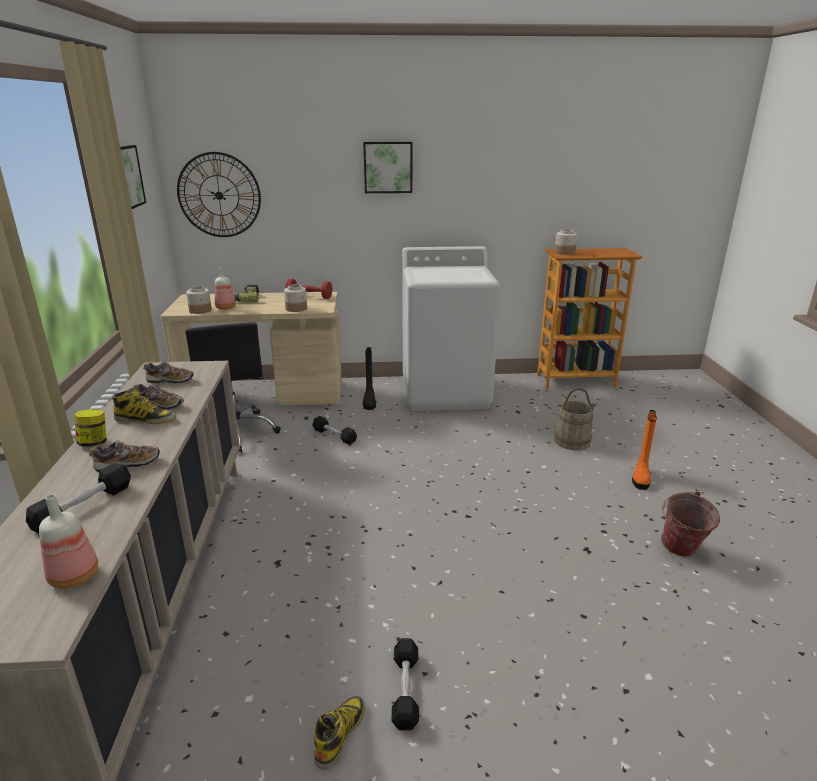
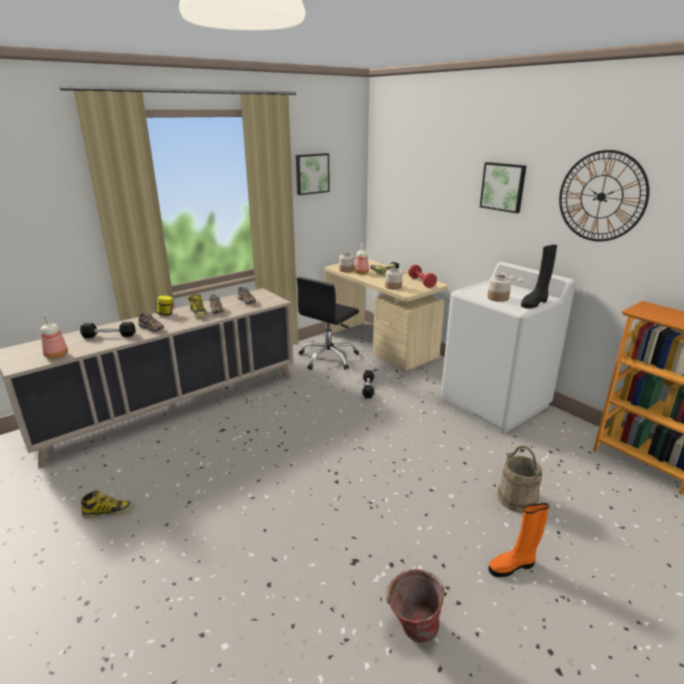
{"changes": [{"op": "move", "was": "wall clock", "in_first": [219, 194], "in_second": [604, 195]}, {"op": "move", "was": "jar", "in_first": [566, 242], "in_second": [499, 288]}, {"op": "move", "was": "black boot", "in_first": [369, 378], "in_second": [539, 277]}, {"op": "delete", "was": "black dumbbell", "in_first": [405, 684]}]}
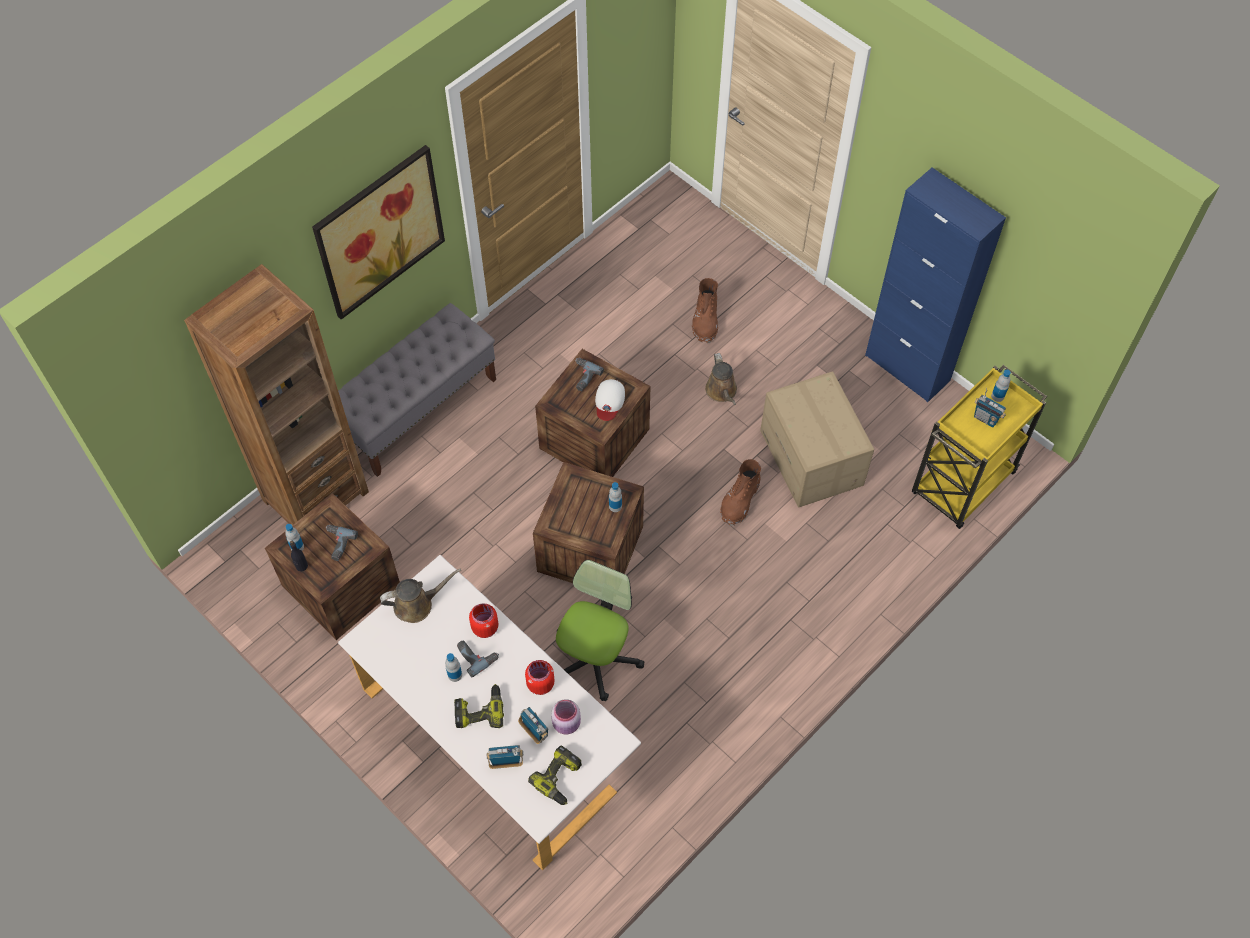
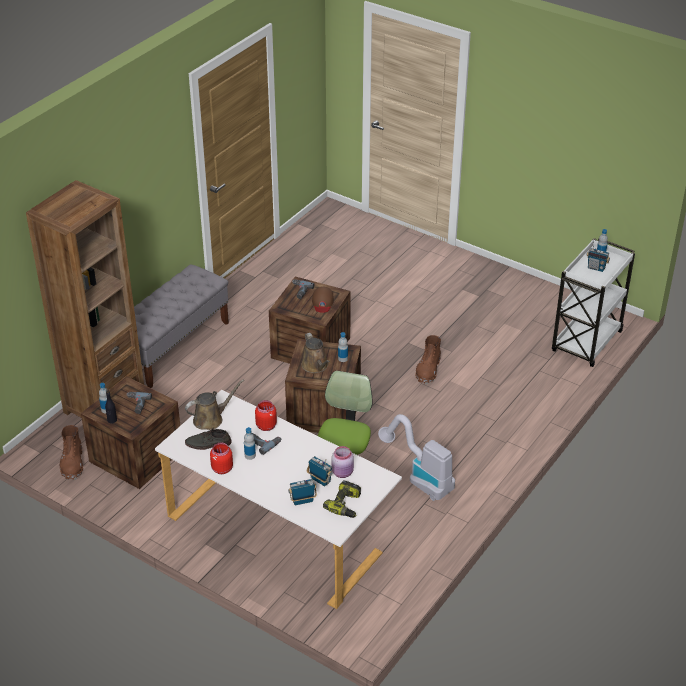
{"changes": [{"op": "delete", "was": "picture", "in_first": [378, 232]}, {"op": "delete", "was": "blue cabinet", "in_first": [935, 284]}, {"op": "move", "was": "brown boot", "in_first": [705, 310], "in_second": [71, 452]}, {"op": "move", "was": "brown watering can", "in_first": [721, 379], "in_second": [316, 353]}, {"op": "recolor", "was": "yellow cart", "now": "white cart", "in_first": [979, 447], "in_second": [593, 302]}, {"op": "delete", "was": "cardboard box", "in_first": [817, 439]}, {"op": "recolor", "was": "white cap", "now": "brown cap", "in_first": [610, 400], "in_second": [323, 300]}, {"op": "move", "was": "red jar", "in_first": [540, 677], "in_second": [221, 458]}, {"op": "delete", "was": "power drill", "in_first": [479, 706]}, {"op": "insert", "now": "vacuum cleaner", "in_second": [416, 457]}, {"op": "insert", "now": "grey shoe", "in_second": [208, 439]}]}
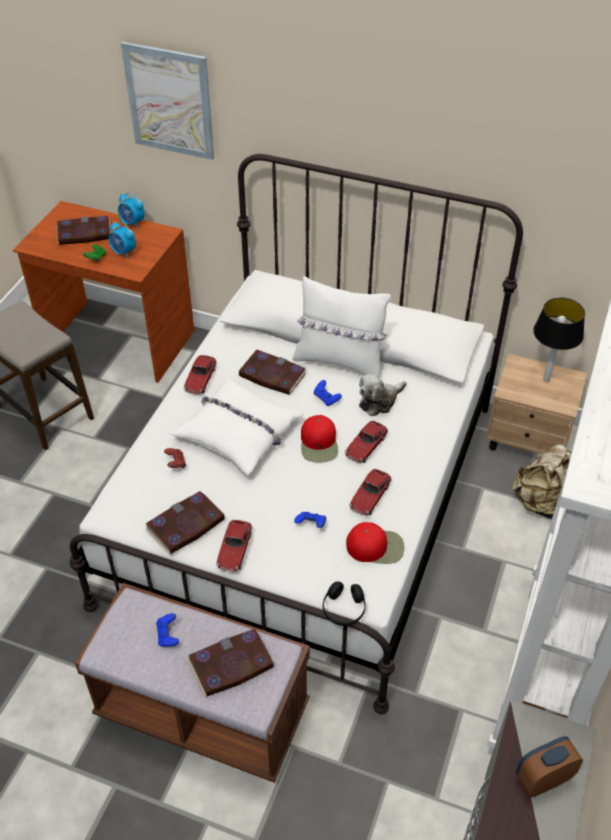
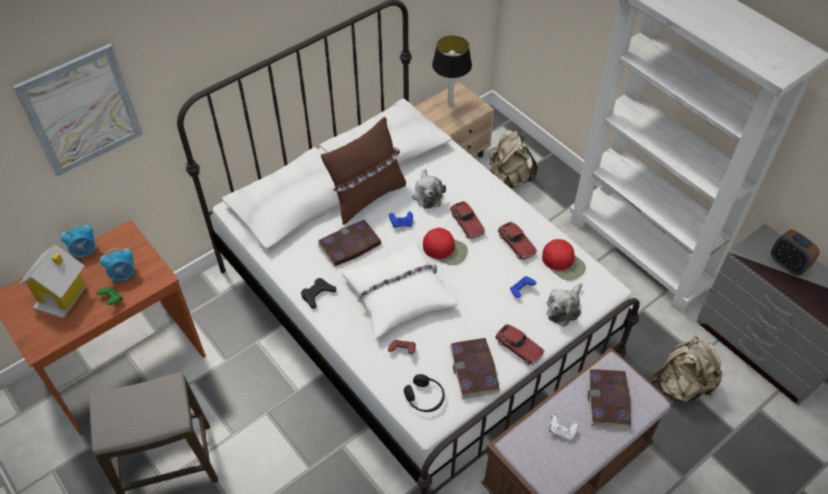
{"changes": [{"op": "replace", "was": "book", "now": "toy house", "in_first": [83, 230], "in_second": [52, 281]}, {"op": "recolor", "was": "white pillow", "now": "brown pillow", "in_first": [341, 326], "in_second": [363, 171]}, {"op": "replace", "was": "toy car", "now": "black game controller", "in_first": [200, 375], "in_second": [319, 293]}, {"op": "rotate", "was": "red cap", "in_first": [375, 543], "in_second": [564, 260], "clockwise": 105}, {"op": "move", "was": "black headphones", "in_first": [344, 603], "in_second": [424, 393]}, {"op": "recolor", "was": "blue game controller", "now": "white game controller", "in_first": [167, 630], "in_second": [563, 427]}, {"op": "rotate", "was": "alarm clock", "in_first": [549, 766], "in_second": [795, 253], "clockwise": -45}, {"op": "insert", "now": "plush toy", "in_second": [564, 305]}, {"op": "insert", "now": "beige backpack", "in_second": [687, 369]}]}
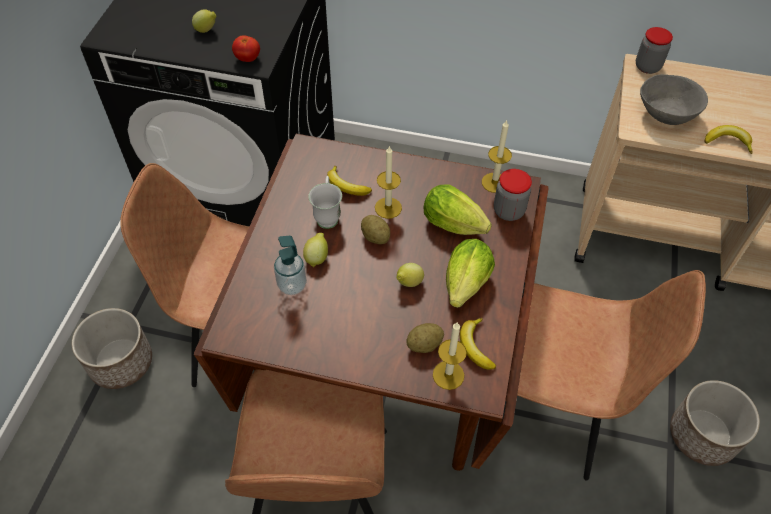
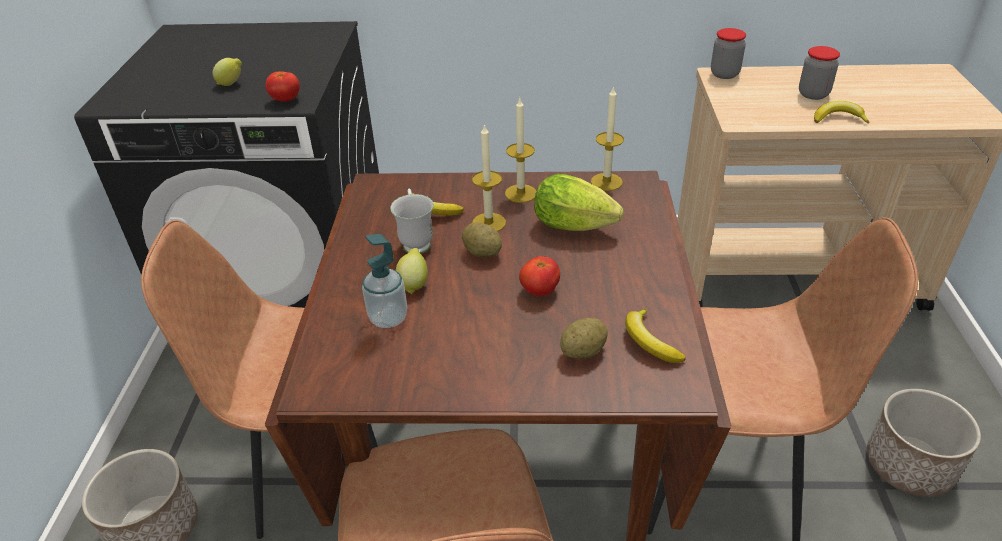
{"changes": [{"op": "delete", "was": "grey bowl", "in_first": [674, 99]}, {"op": "move", "was": "jar", "in_first": [513, 195], "in_second": [819, 73]}, {"op": "delete", "was": "lettuce", "in_first": [470, 273]}, {"op": "replace", "was": "lemon", "now": "tomato", "in_first": [410, 275], "in_second": [539, 276]}, {"op": "move", "was": "candle", "in_first": [450, 356], "in_second": [521, 150]}]}
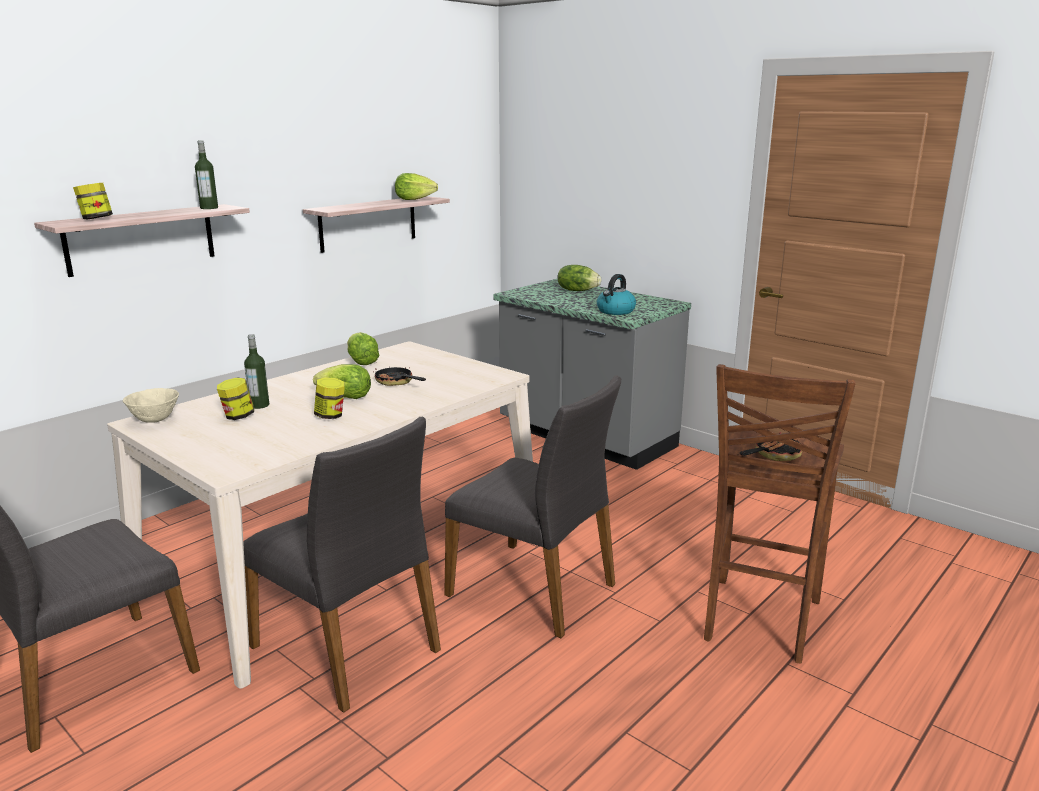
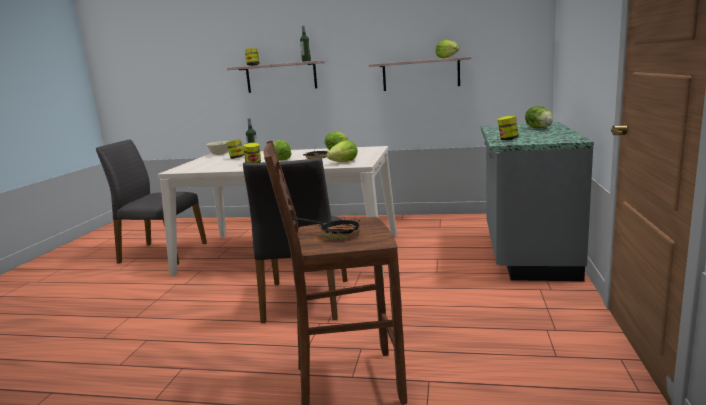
{"changes": [{"op": "replace", "was": "kettle", "now": "jar", "in_first": [616, 294], "in_second": [508, 127]}, {"op": "delete", "was": "grey chair", "in_first": [342, 565]}, {"op": "insert", "now": "lettuce", "in_second": [342, 151]}]}
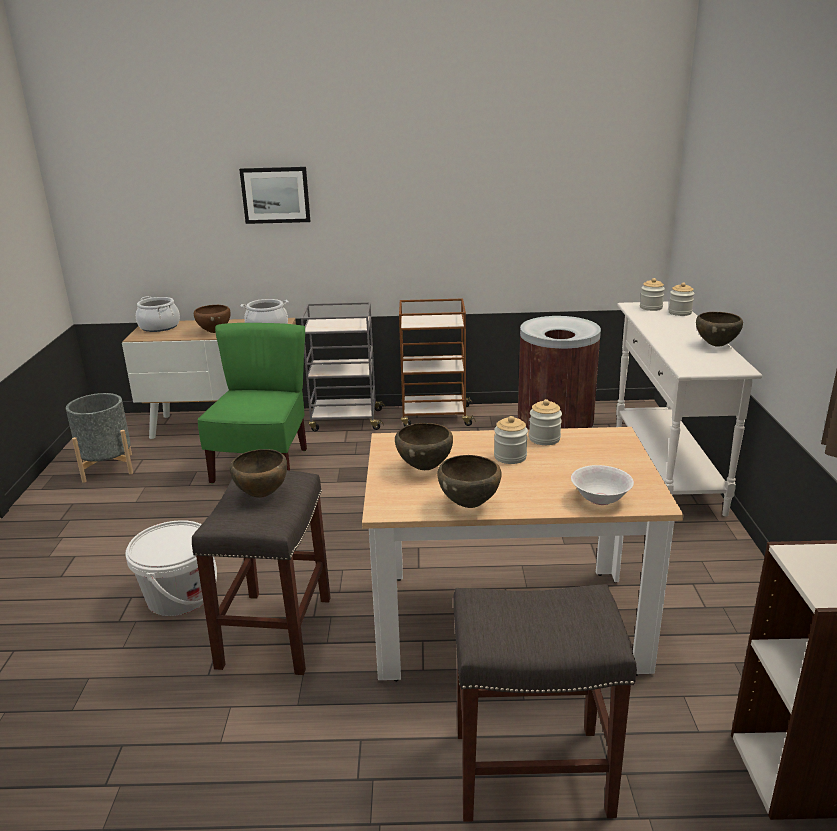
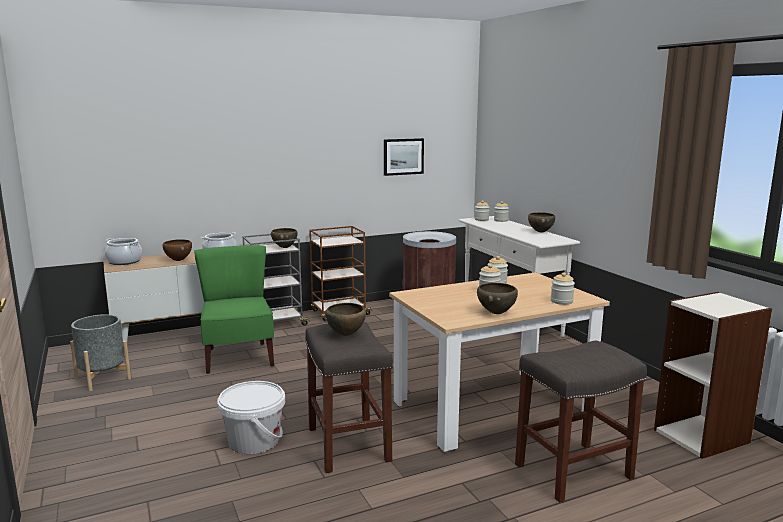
{"changes": [{"op": "move", "was": "picture", "in_first": [274, 195], "in_second": [404, 157]}, {"op": "move", "was": "brown bowl", "in_first": [424, 446], "in_second": [284, 238]}, {"op": "replace", "was": "white bowl", "now": "jar", "in_first": [602, 485], "in_second": [563, 288]}]}
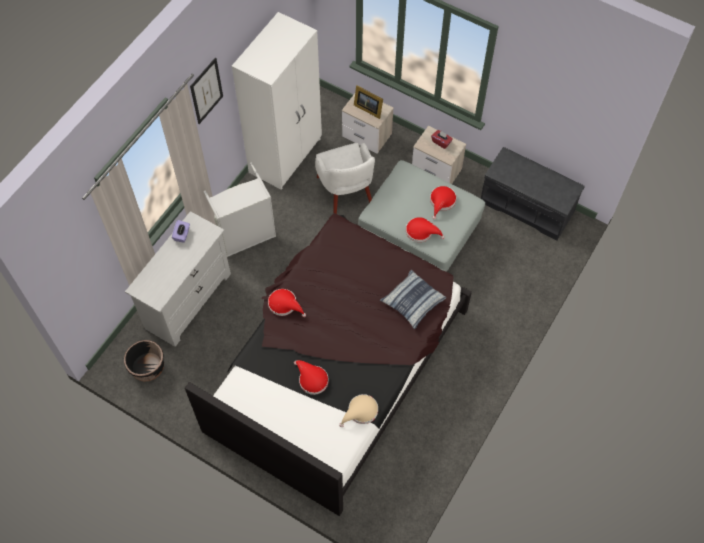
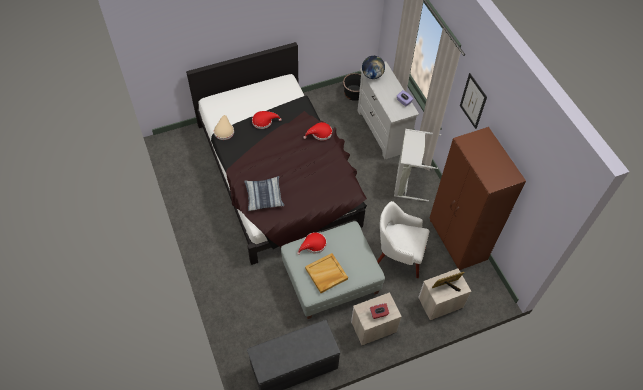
{"changes": [{"op": "recolor", "was": "white wardrobe", "now": "brown wardrobe", "in_first": [277, 101], "in_second": [478, 198]}, {"op": "replace", "was": "red hat", "now": "beige tray", "in_first": [443, 203], "in_second": [326, 273]}, {"op": "insert", "now": "globe", "in_second": [373, 67]}]}
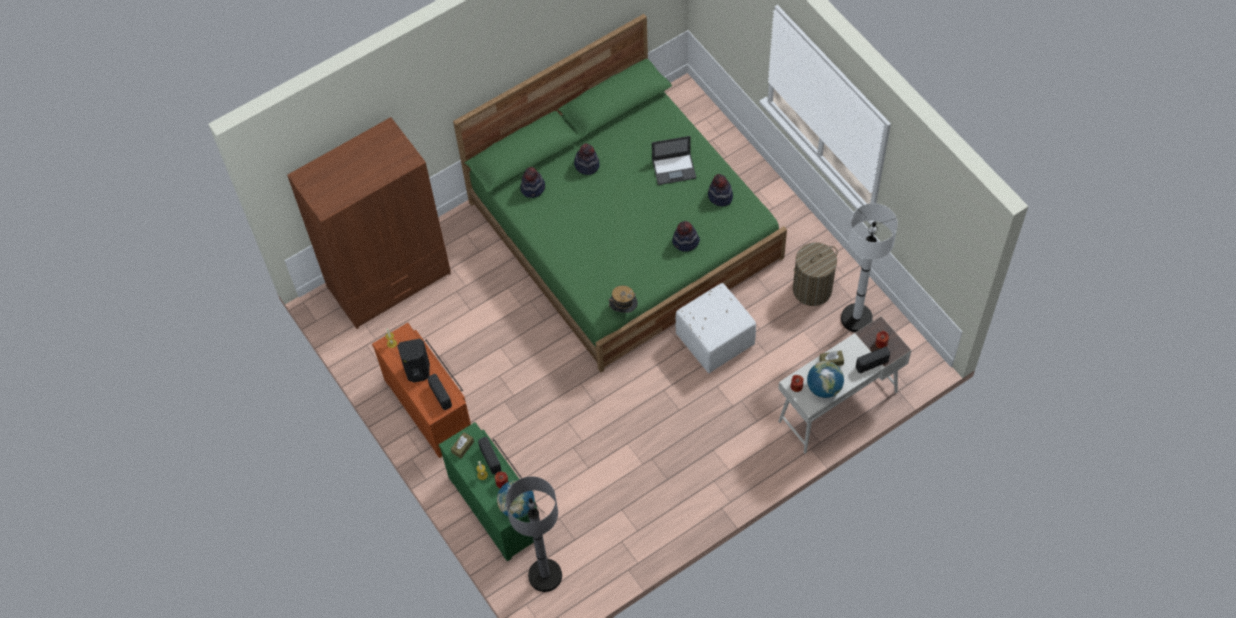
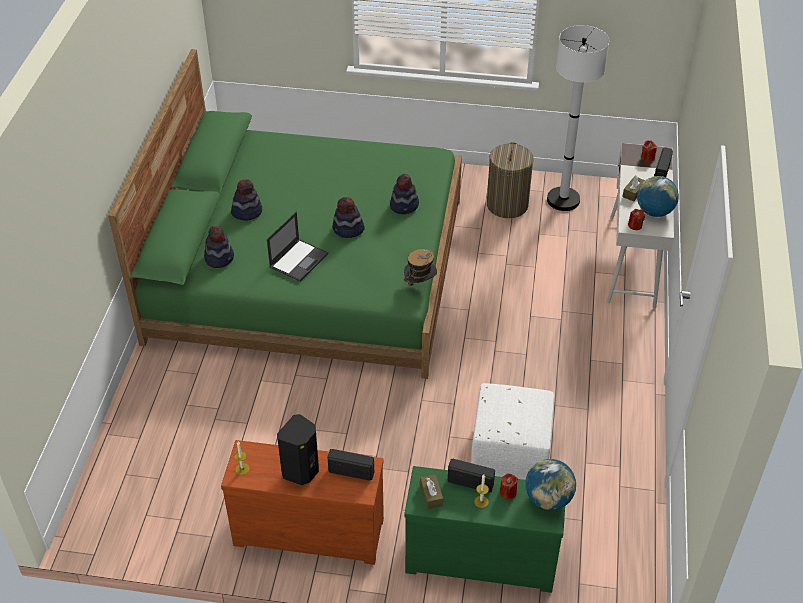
{"changes": [{"op": "delete", "was": "brown wardrobe", "in_first": [369, 223]}, {"op": "move", "was": "laptop", "in_first": [674, 160], "in_second": [297, 247]}, {"op": "move", "was": "hat", "in_first": [720, 190], "in_second": [348, 217]}, {"op": "move", "was": "white ottoman", "in_first": [716, 328], "in_second": [512, 431]}, {"op": "delete", "was": "grey floor lamp", "in_first": [534, 534]}]}
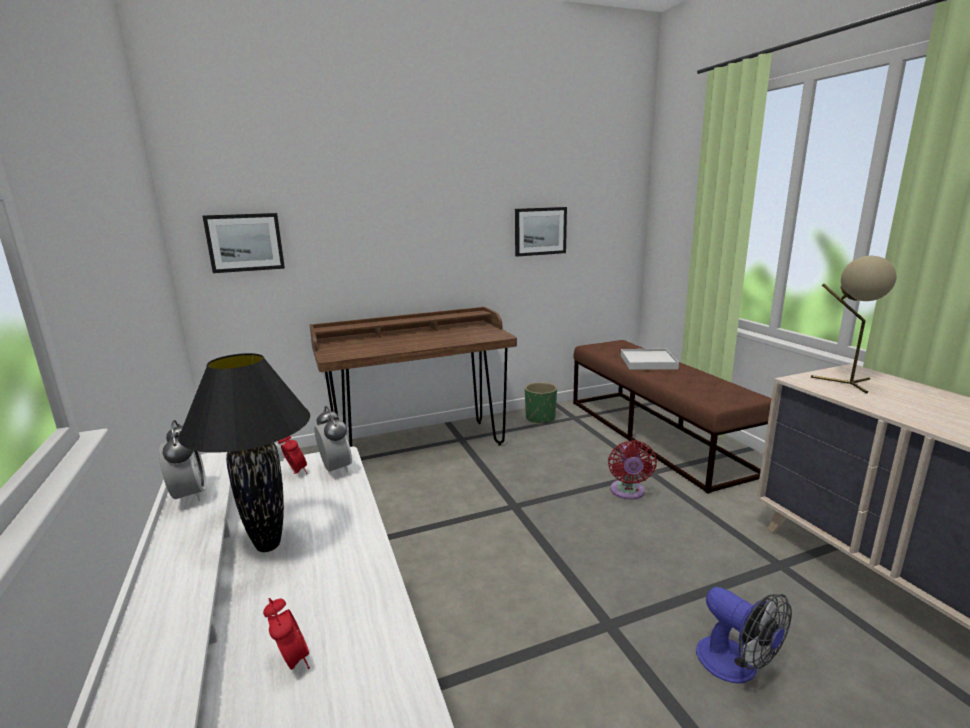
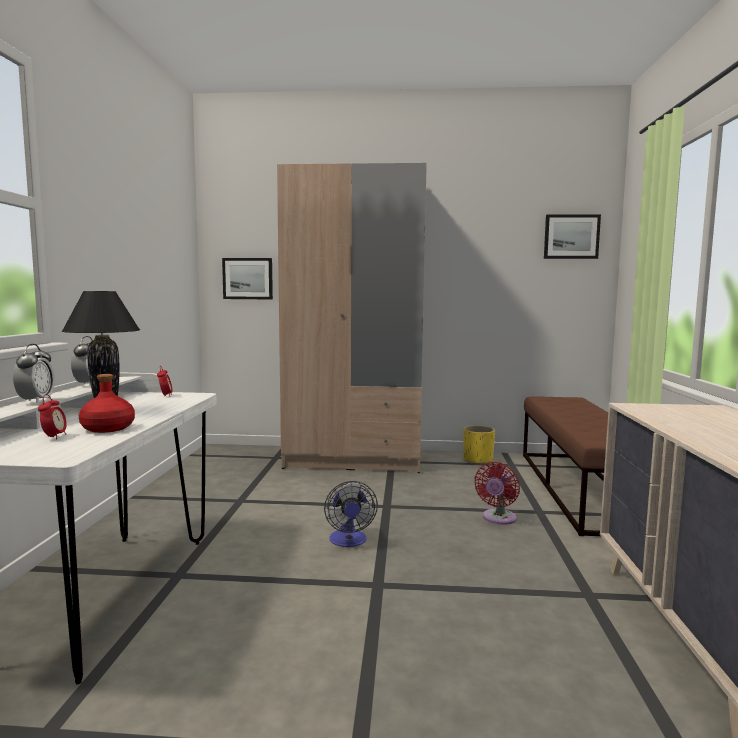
{"changes": [{"op": "move", "was": "picture", "in_first": [541, 232], "in_second": [572, 236]}, {"op": "delete", "was": "beige table lamp", "in_first": [853, 325]}, {"op": "replace", "was": "brown desk", "now": "beige wardrobe", "in_first": [413, 377], "in_second": [352, 318]}, {"op": "delete", "was": "white tray", "in_first": [650, 359]}, {"op": "recolor", "was": "green planter", "now": "yellow planter", "in_first": [541, 403], "in_second": [479, 444]}, {"op": "move", "was": "alarm clock", "in_first": [333, 439], "in_second": [34, 373]}, {"op": "move", "was": "fan", "in_first": [744, 635], "in_second": [351, 514]}, {"op": "insert", "now": "red bottle", "in_second": [107, 403]}]}
